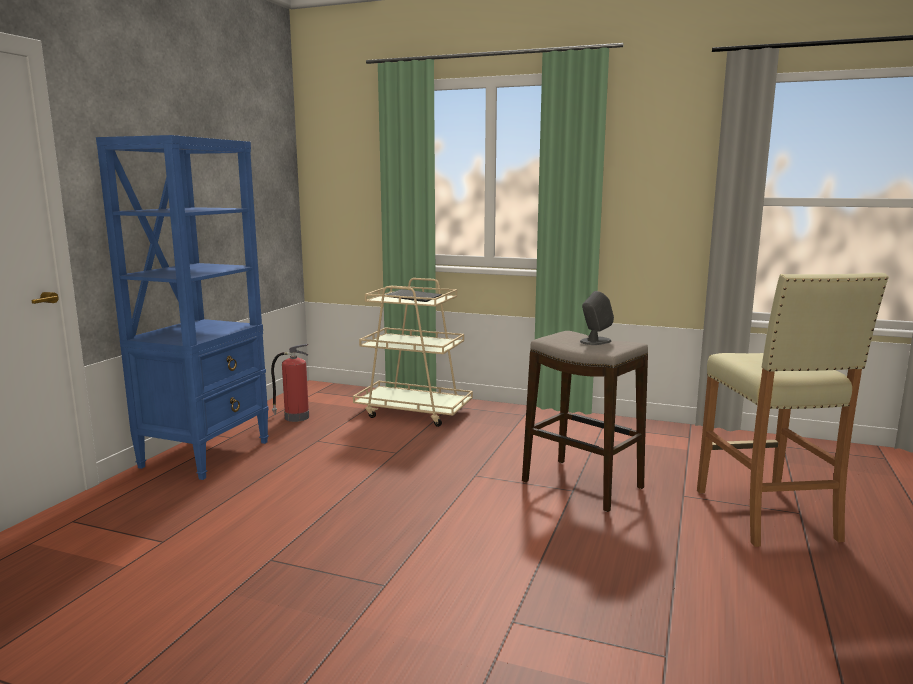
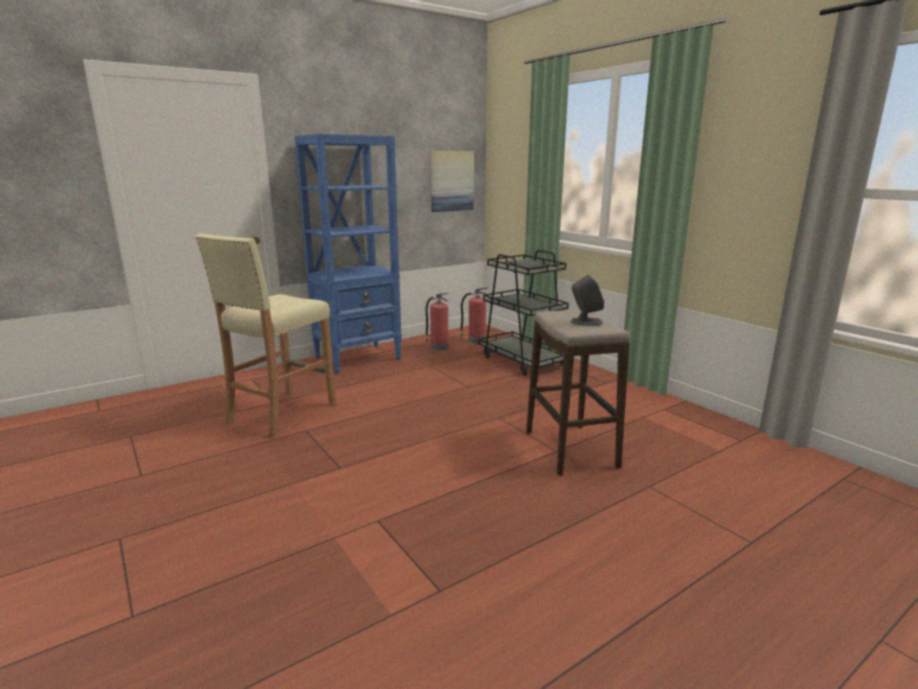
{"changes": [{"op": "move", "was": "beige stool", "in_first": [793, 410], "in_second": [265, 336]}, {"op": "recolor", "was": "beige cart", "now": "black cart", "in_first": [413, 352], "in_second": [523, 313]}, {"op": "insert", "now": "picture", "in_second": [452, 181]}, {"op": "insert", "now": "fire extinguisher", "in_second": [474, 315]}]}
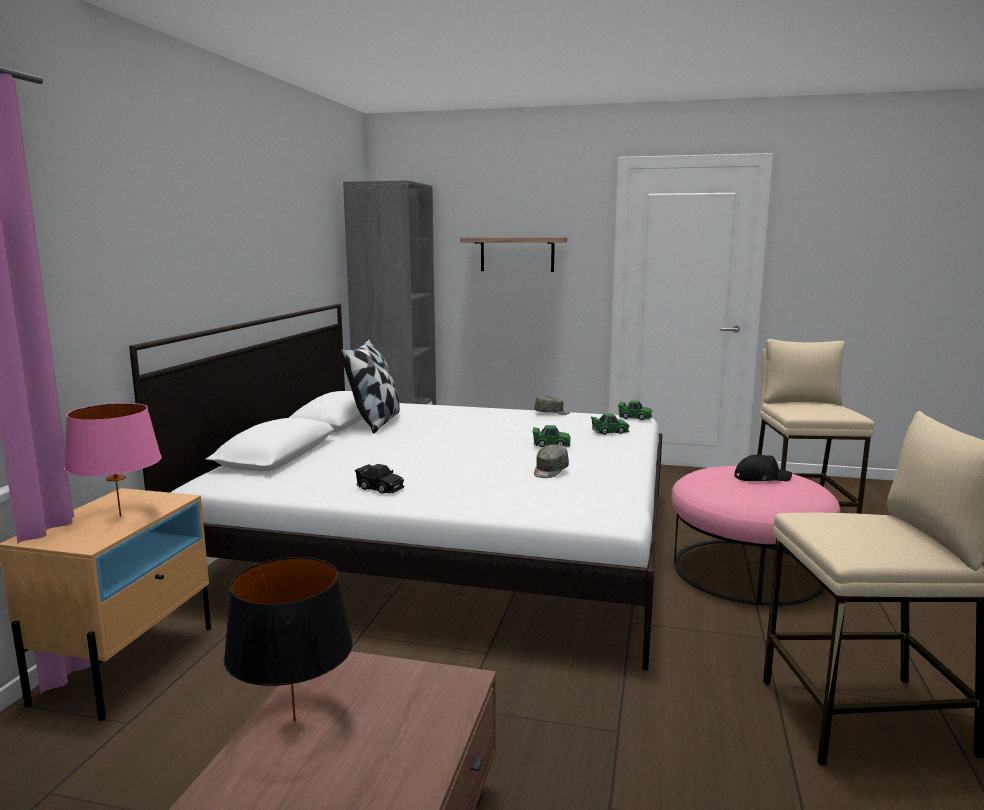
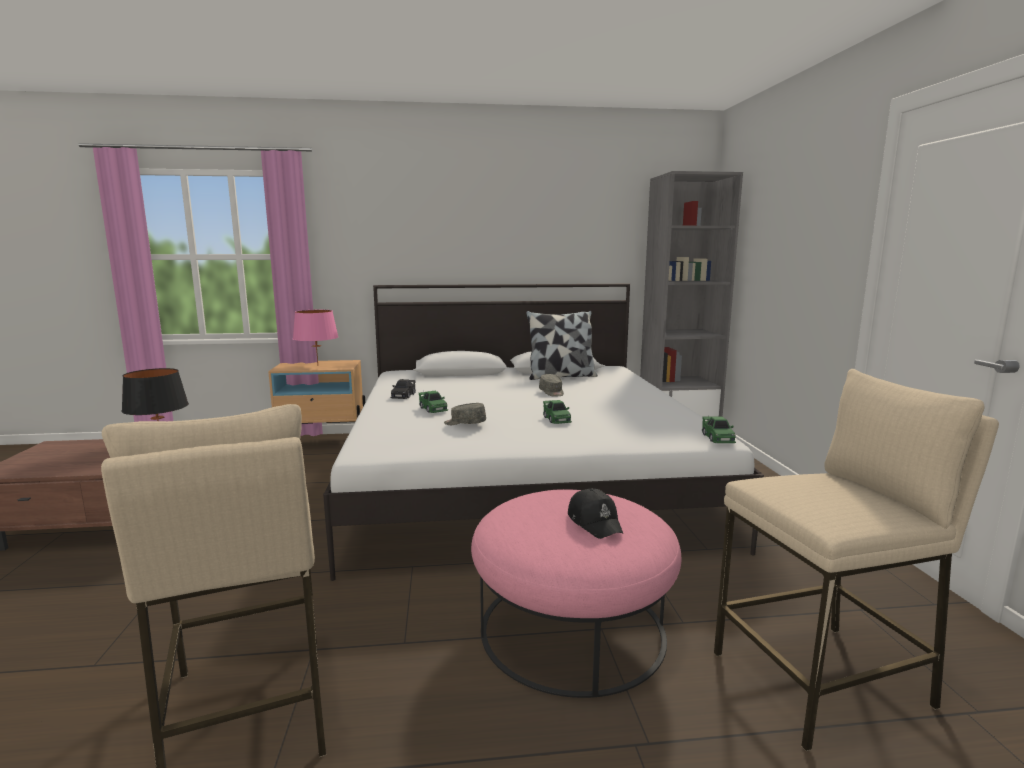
{"changes": [{"op": "delete", "was": "shelf", "in_first": [513, 254]}, {"op": "move", "was": "grey cap", "in_first": [552, 405], "in_second": [551, 385]}, {"op": "move", "was": "green toy car", "in_first": [610, 424], "in_second": [433, 402]}]}
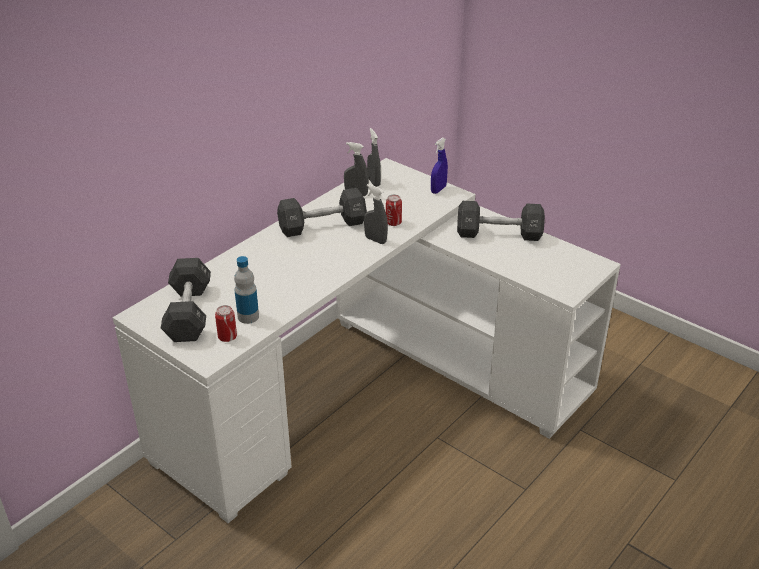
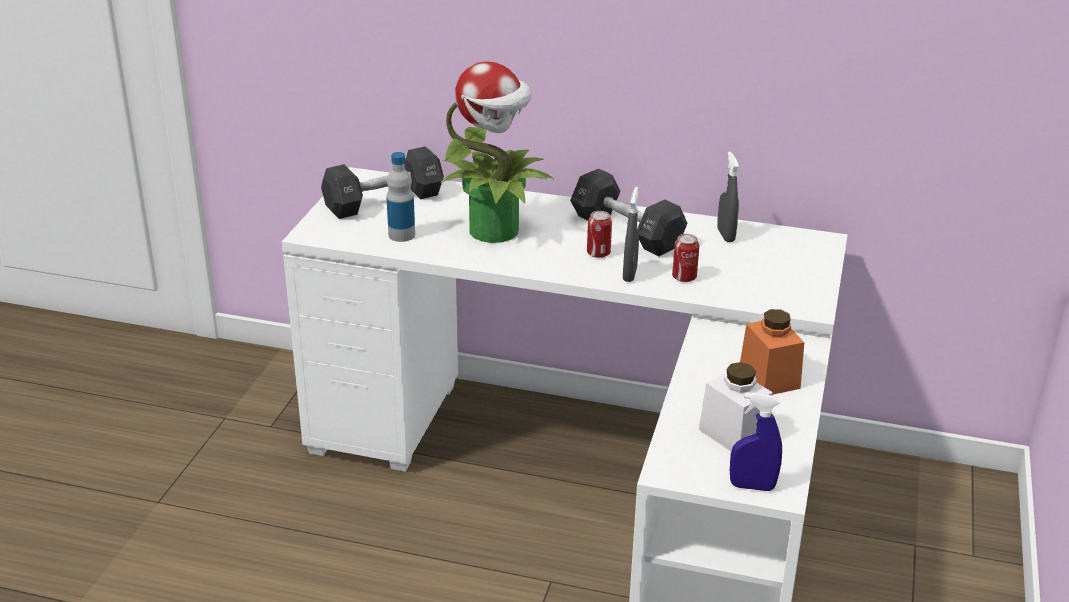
{"changes": [{"op": "delete", "was": "grey spray bottle", "in_first": [374, 157]}, {"op": "move", "was": "blue spray bottle", "in_first": [439, 165], "in_second": [756, 442]}, {"op": "replace", "was": "black dumbbell", "now": "orange jar", "in_first": [501, 221], "in_second": [772, 351]}, {"op": "move", "was": "can", "in_first": [226, 323], "in_second": [599, 234]}, {"op": "insert", "now": "potted plant", "in_second": [497, 152]}, {"op": "insert", "now": "white jar", "in_second": [736, 406]}]}
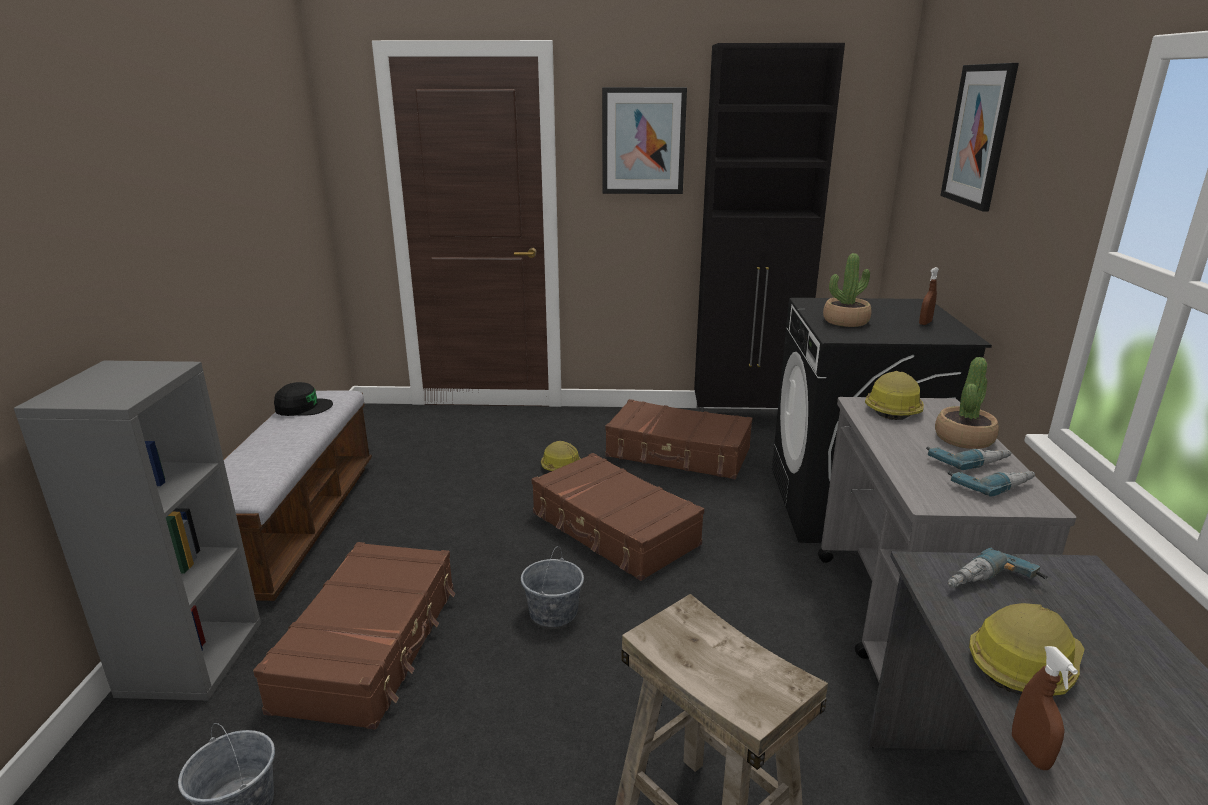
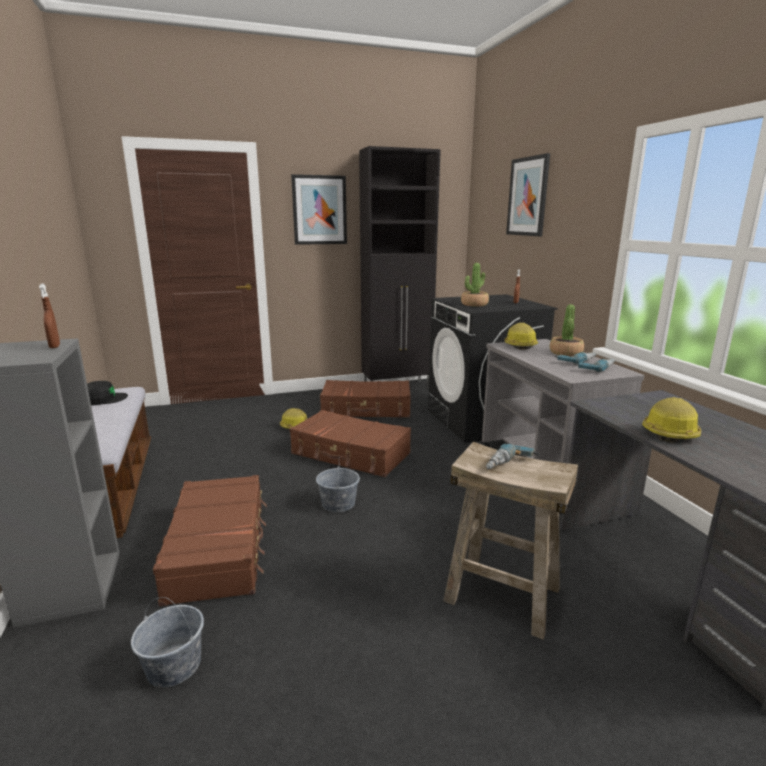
{"changes": [{"op": "move", "was": "power drill", "in_first": [997, 567], "in_second": [513, 457]}, {"op": "move", "was": "brown spray bottle", "in_first": [1045, 708], "in_second": [49, 315]}]}
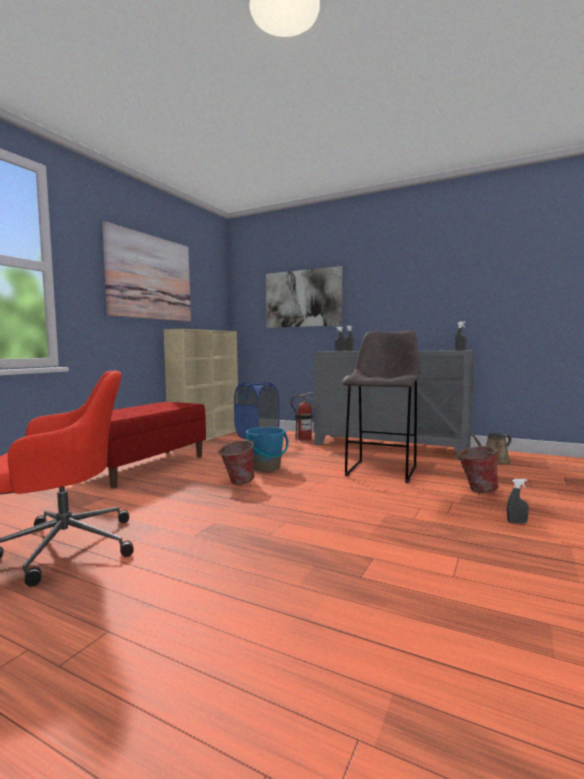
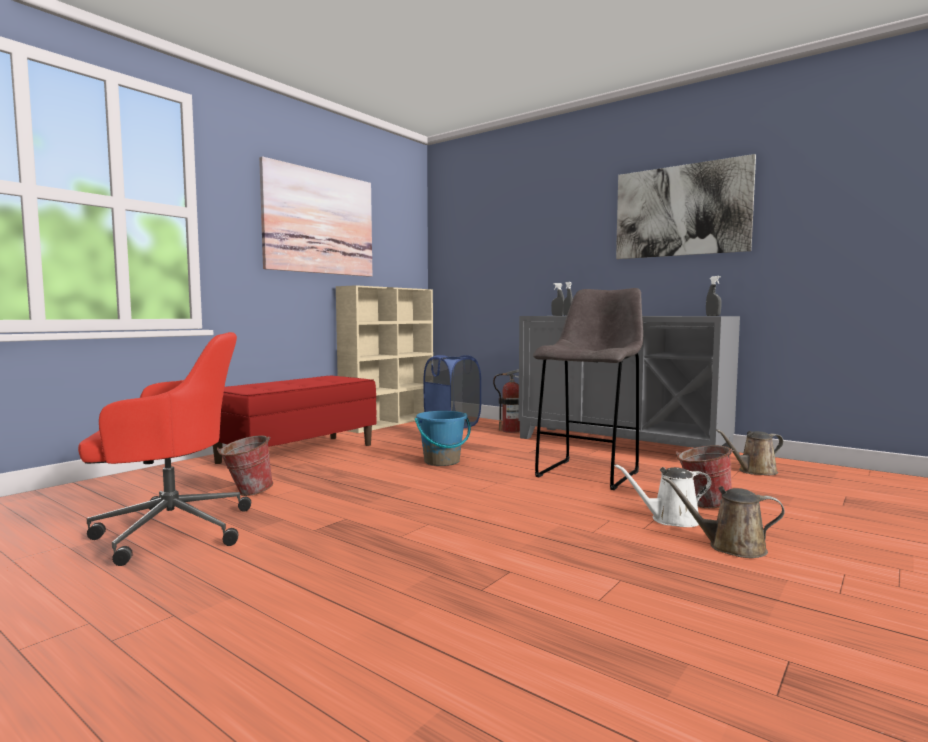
{"changes": [{"op": "move", "was": "picture", "in_first": [304, 297], "in_second": [686, 206]}, {"op": "move", "was": "bucket", "in_first": [235, 462], "in_second": [245, 465]}, {"op": "replace", "was": "grey spray bottle", "now": "brown watering can", "in_first": [518, 501], "in_second": [723, 517]}, {"op": "insert", "now": "white watering can", "in_second": [663, 495]}]}
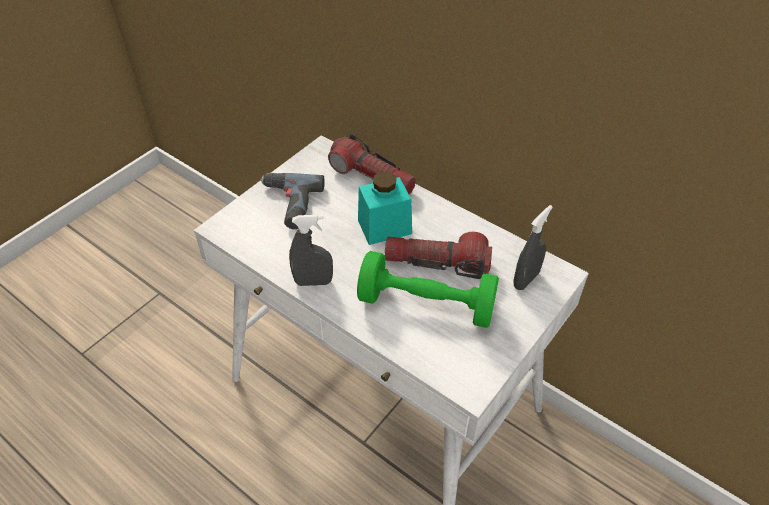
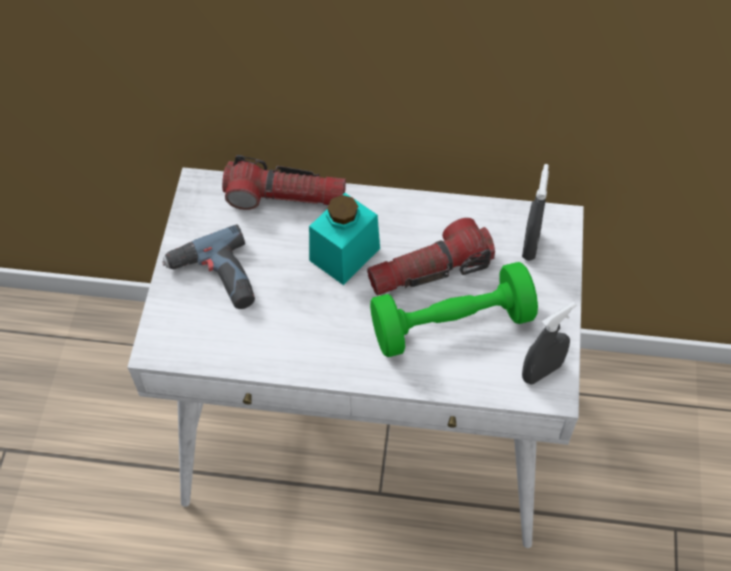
{"changes": [{"op": "move", "was": "grey spray bottle", "in_first": [311, 250], "in_second": [549, 343]}]}
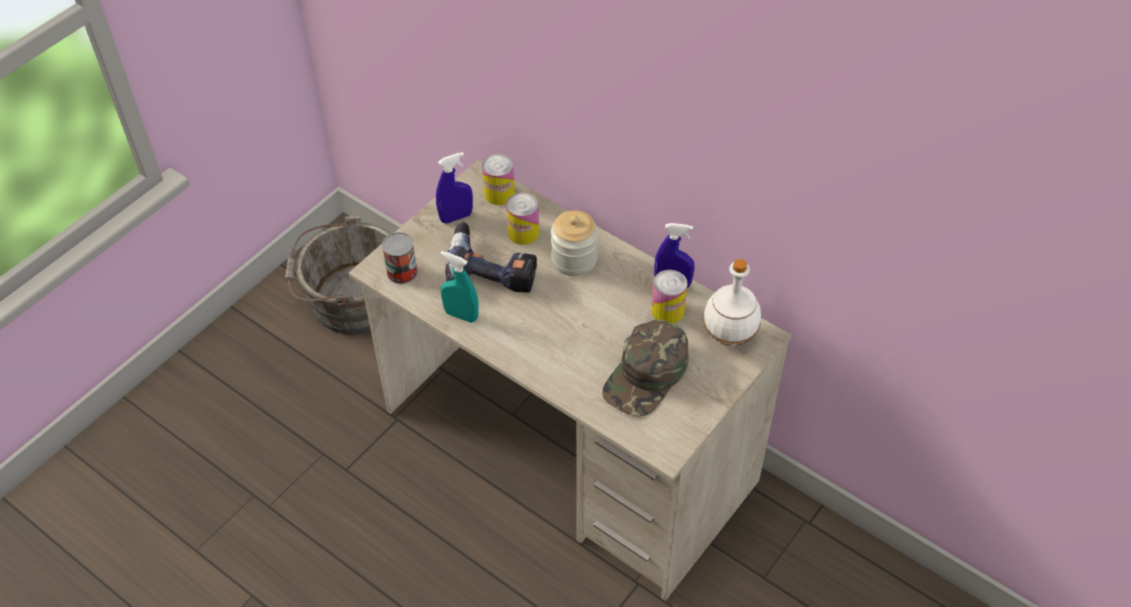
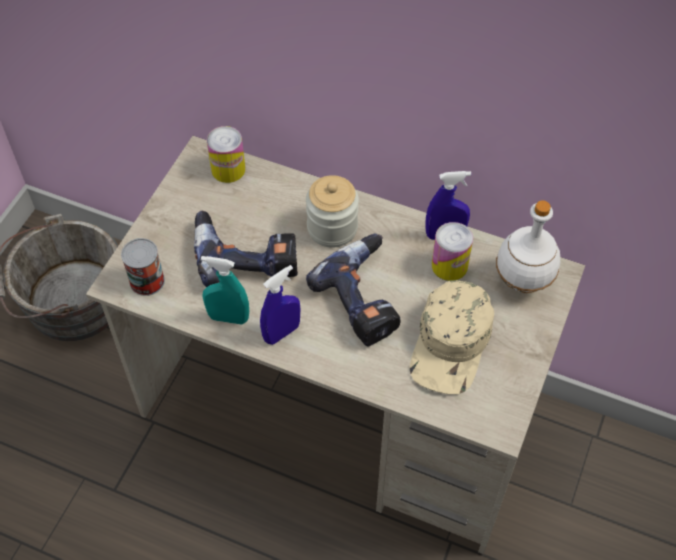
{"changes": [{"op": "move", "was": "blue spray bottle", "in_first": [454, 187], "in_second": [280, 305]}, {"op": "delete", "was": "can", "in_first": [522, 218]}, {"op": "recolor", "was": "green cap", "now": "beige cap", "in_first": [645, 368], "in_second": [452, 337]}, {"op": "insert", "now": "power drill", "in_second": [353, 290]}]}
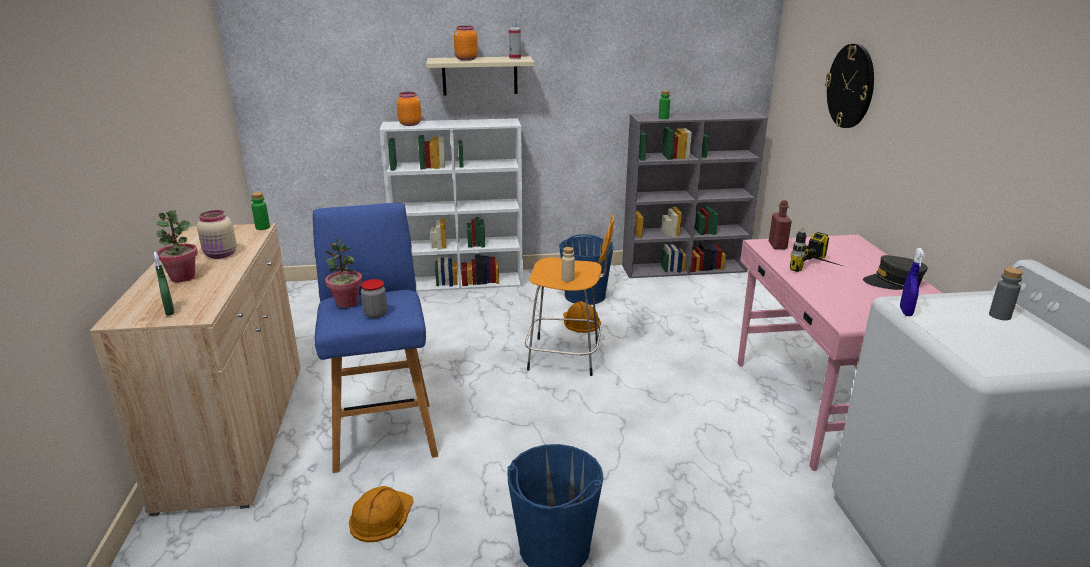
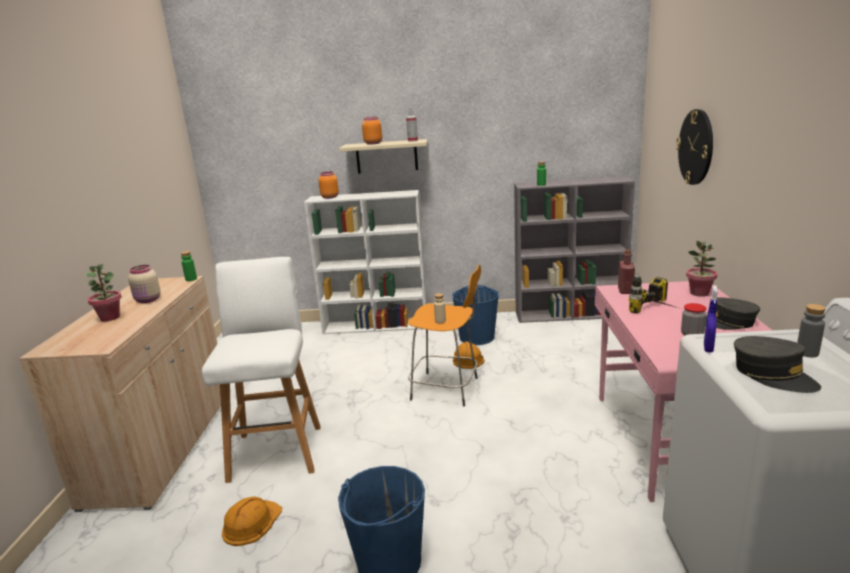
{"changes": [{"op": "recolor", "was": "blue stool", "now": "white stool", "in_first": [375, 338], "in_second": [261, 370]}, {"op": "move", "was": "potted plant", "in_first": [343, 273], "in_second": [702, 269]}, {"op": "delete", "was": "green spray bottle", "in_first": [164, 284]}, {"op": "move", "was": "jar", "in_first": [374, 298], "in_second": [694, 319]}, {"op": "insert", "now": "grey cap", "in_second": [777, 364]}]}
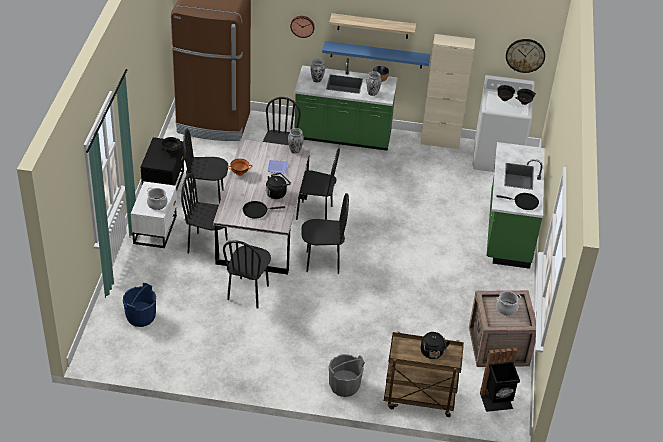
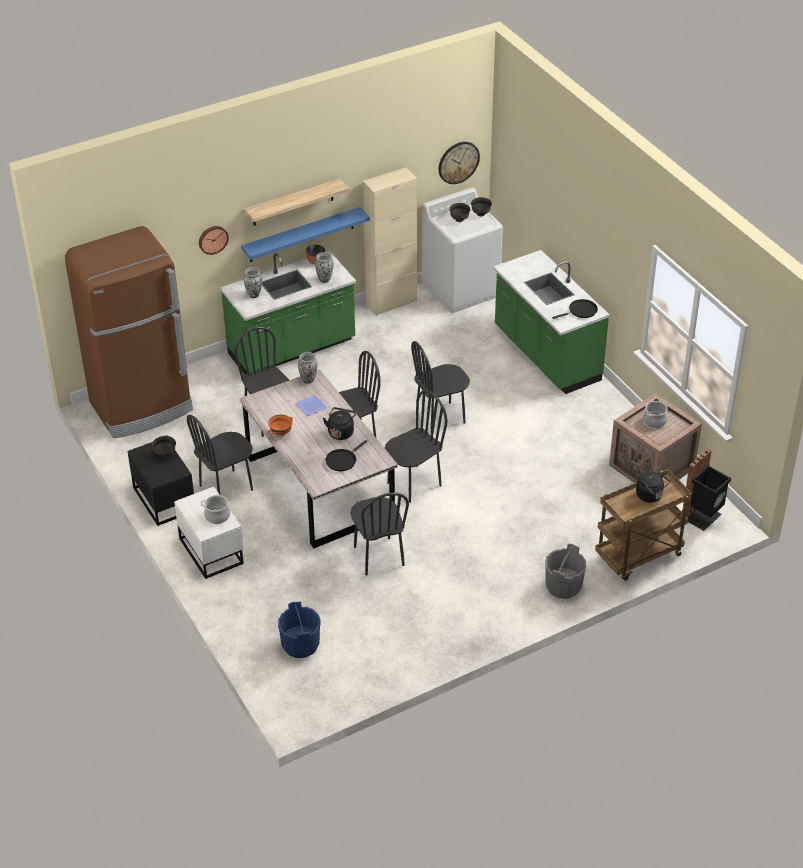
{"changes": [{"op": "move", "was": "black chair", "in_first": [204, 216], "in_second": [440, 386]}]}
